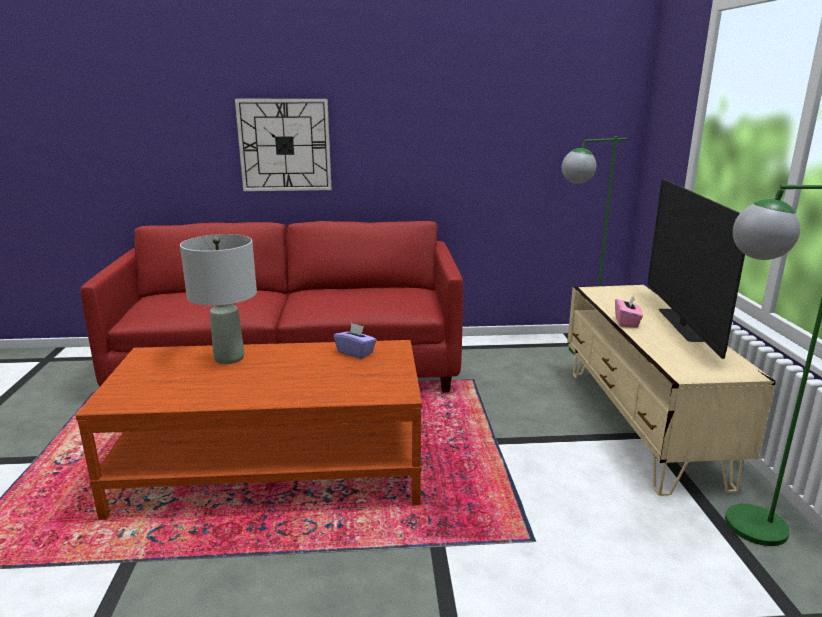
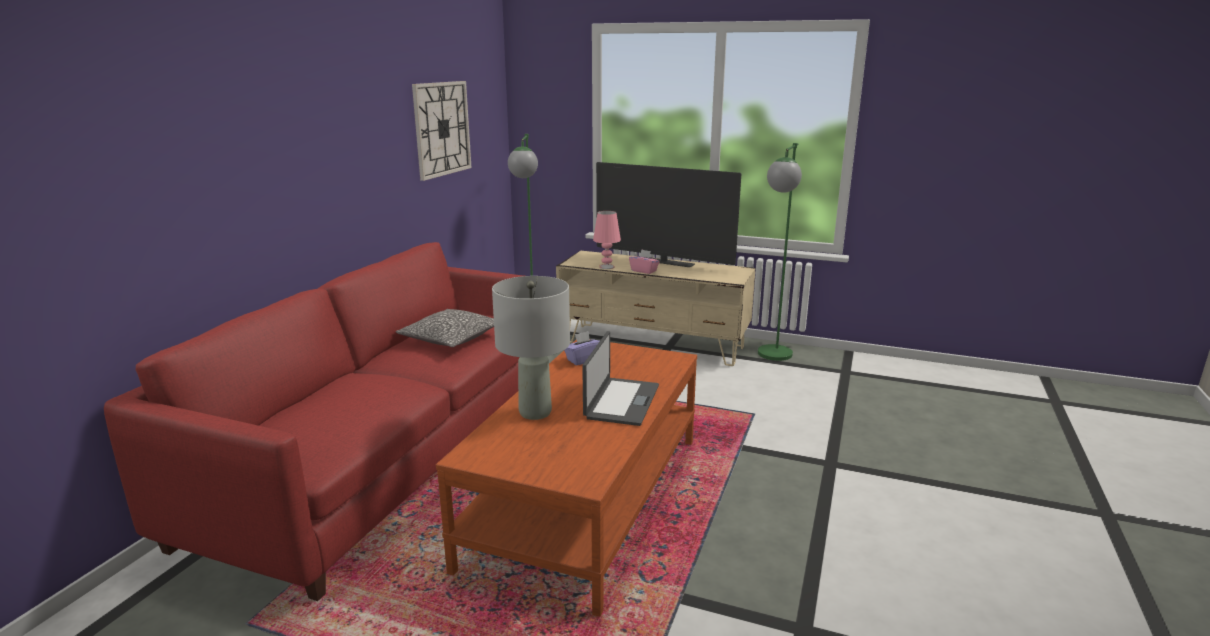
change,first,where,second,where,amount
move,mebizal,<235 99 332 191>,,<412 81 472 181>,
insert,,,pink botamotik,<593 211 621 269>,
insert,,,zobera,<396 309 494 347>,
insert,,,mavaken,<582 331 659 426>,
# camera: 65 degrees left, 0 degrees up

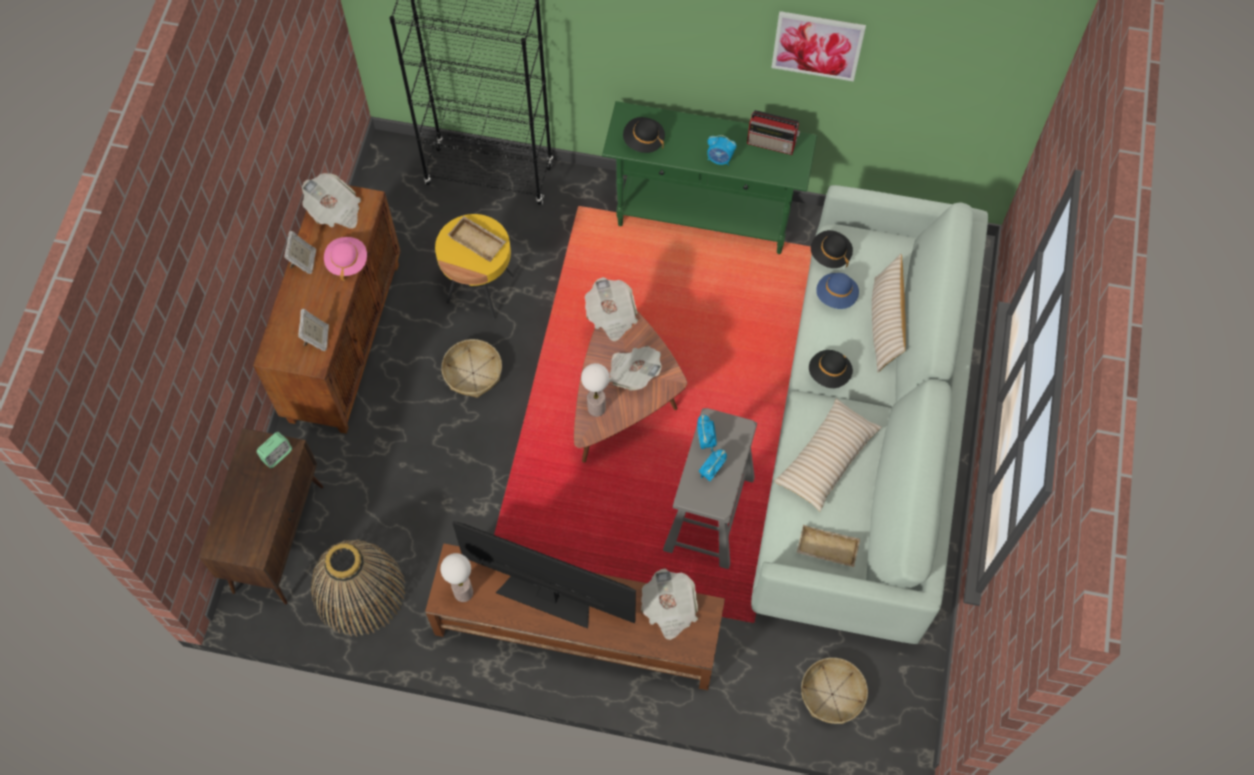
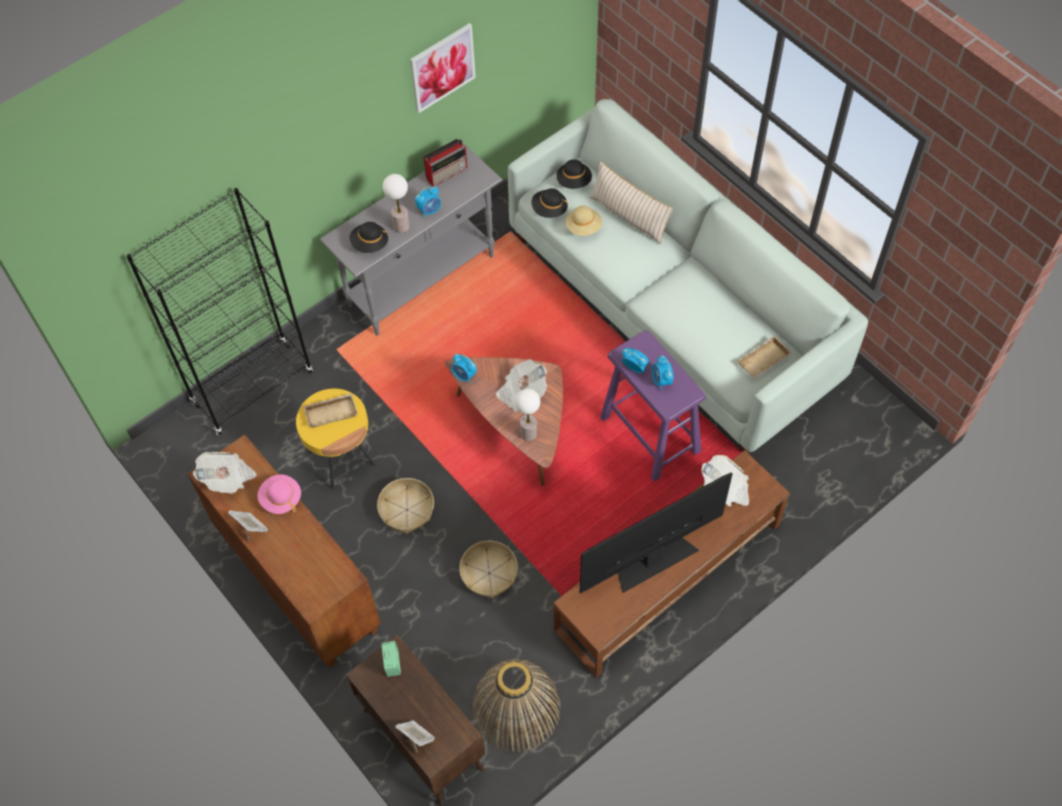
change,first,where,second,where,amount
recolor,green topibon,<602 101 817 254>,grey topibon,<320 145 502 336>,
recolor,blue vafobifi,<816 273 859 309>,beige vafobifi,<566 206 602 236>,
replace,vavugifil,<585 277 638 341>,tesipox,<452 354 477 383>,
move,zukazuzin,<298 309 329 351>,,<395 720 435 753>,
move,black vafobifi,<809 350 853 388>,,<556 159 592 189>,
delete,beige zobera,<774 399 882 511>,,,
recolor,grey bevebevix,<663 408 757 569>,purple bevebevix,<600 330 706 481>,
move,botamotik,<441 553 473 602>,,<383 174 410 233>,
move,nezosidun,<801 658 868 724>,,<459 541 518 598>,
# camera: 50 degrees left, 5 degrees down

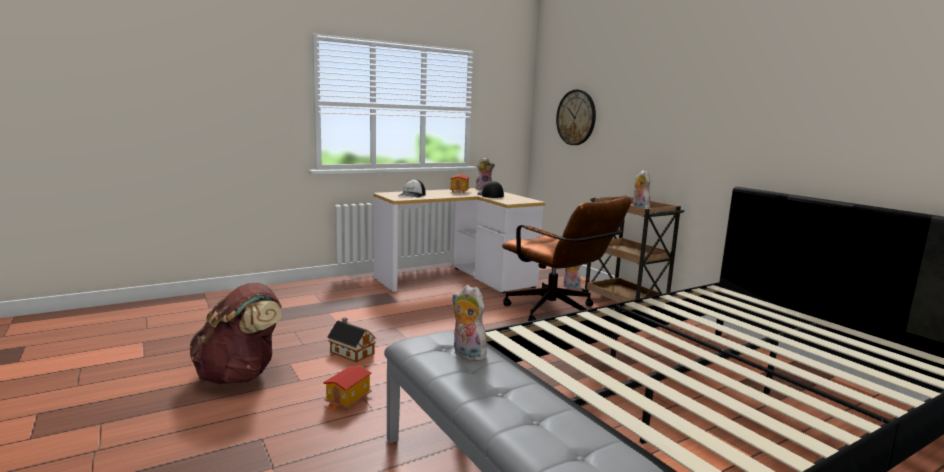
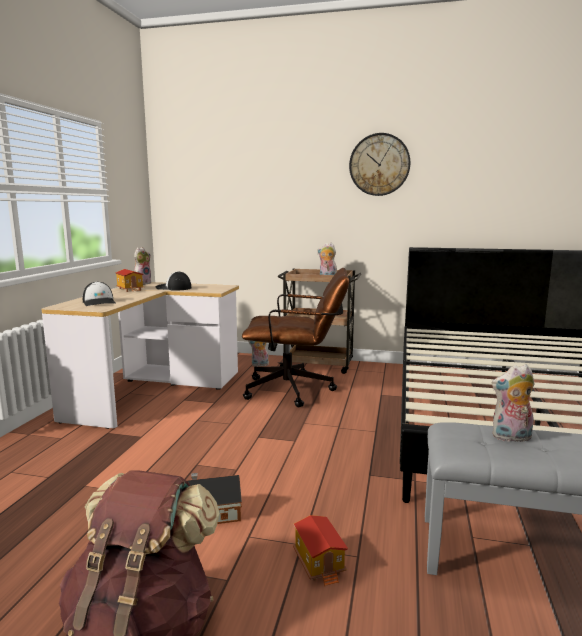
change,first,where,second,where,amount
move,mebizal,<556 90 596 145>,,<349 133 410 196>,
# camera: 45 degrees left, 0 degrees up

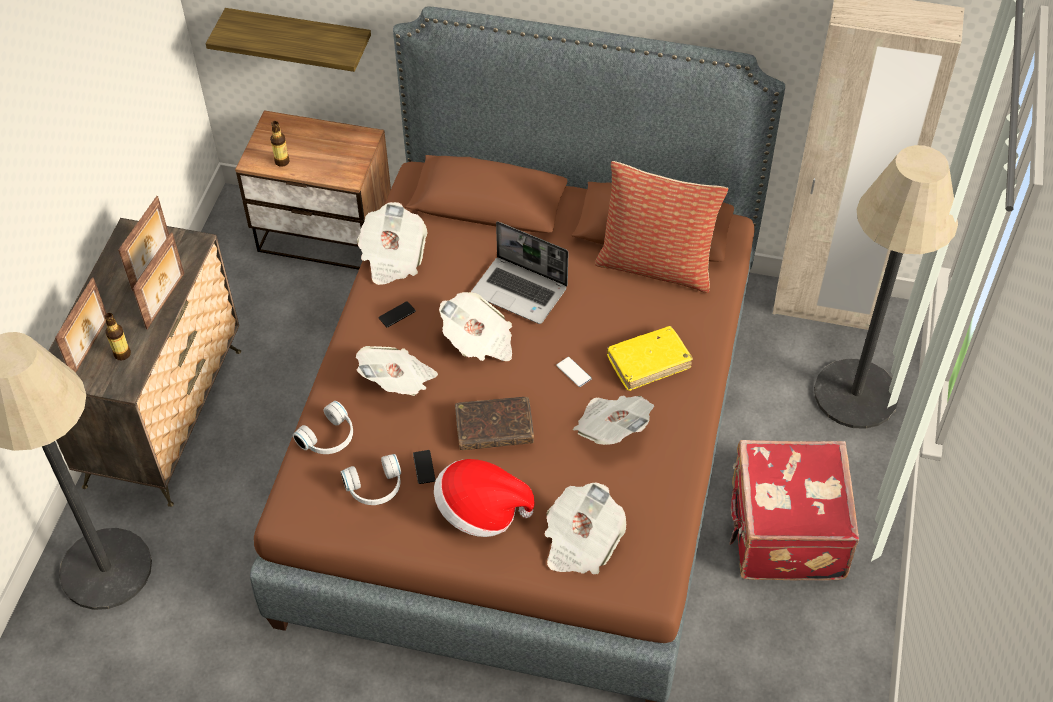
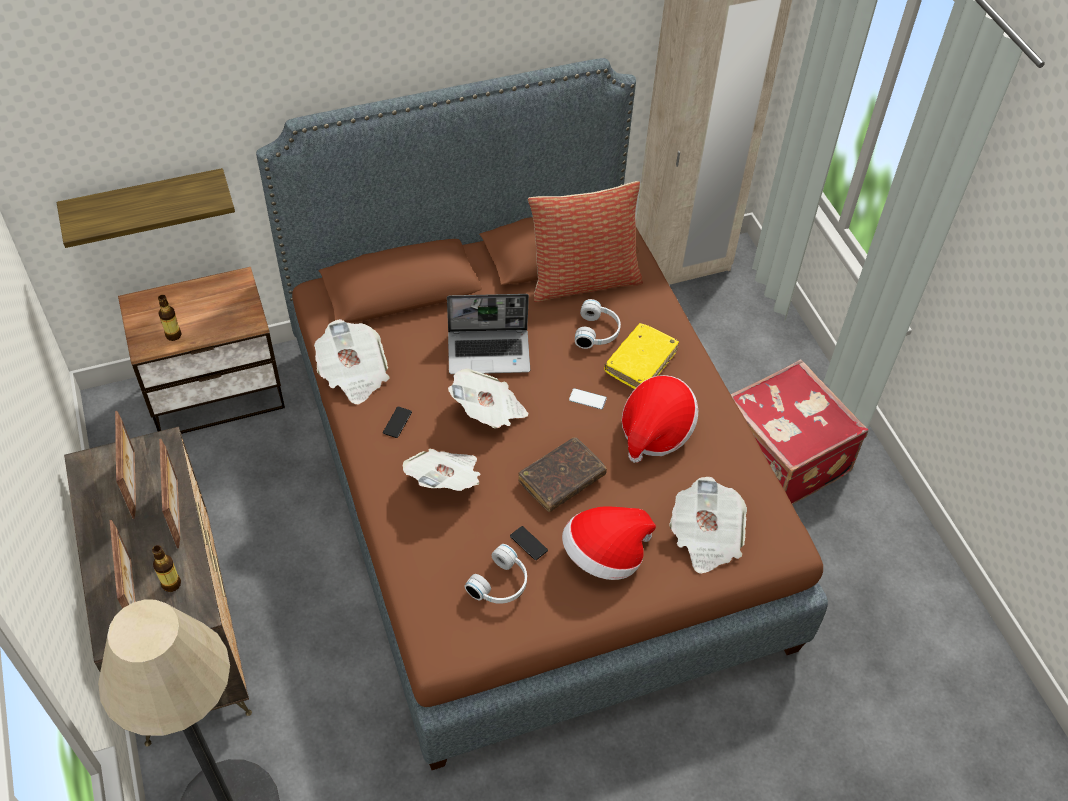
change,first,where,second,where,amount
delete,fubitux,<814 145 958 429>,,,
replace,vavugifil,<573 396 654 445>,vafobifi,<622 375 698 463>,
move,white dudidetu,<293 401 353 454>,,<575 299 621 349>,
# camera: 35 degrees left, 0 degrees up

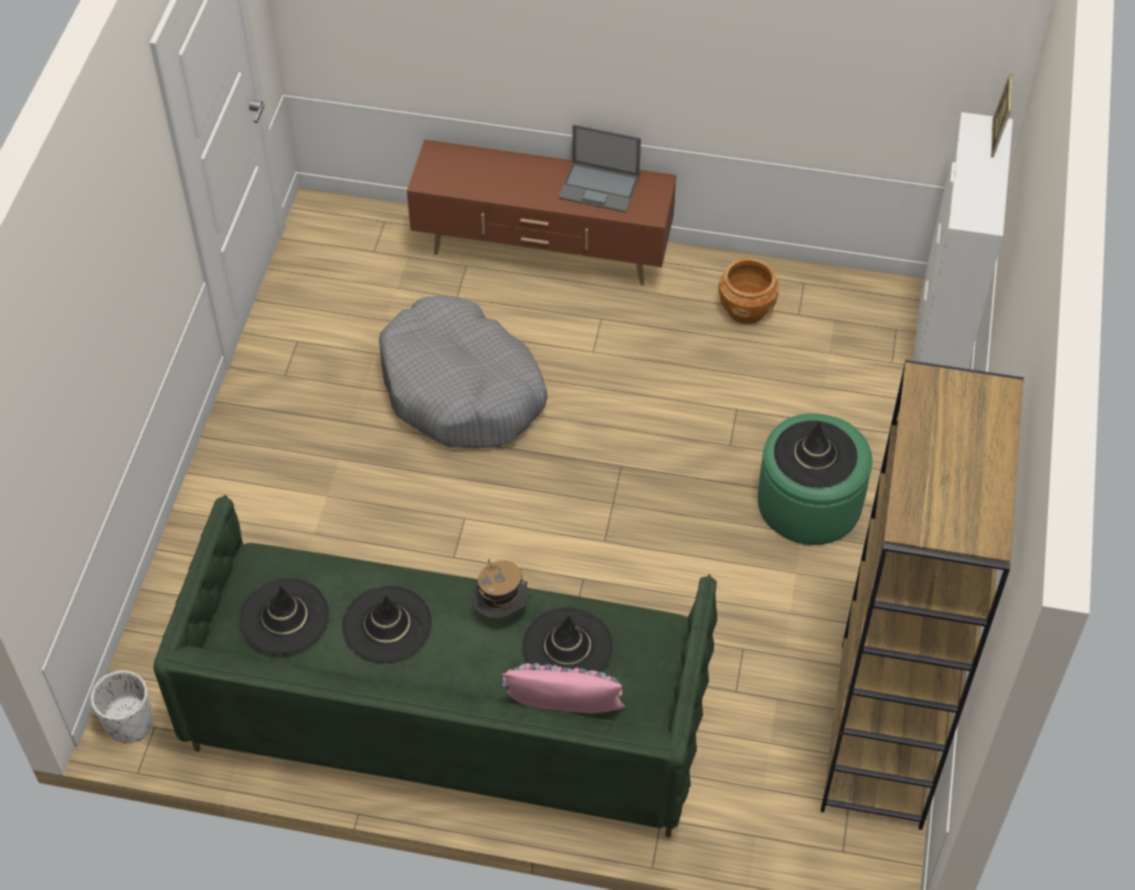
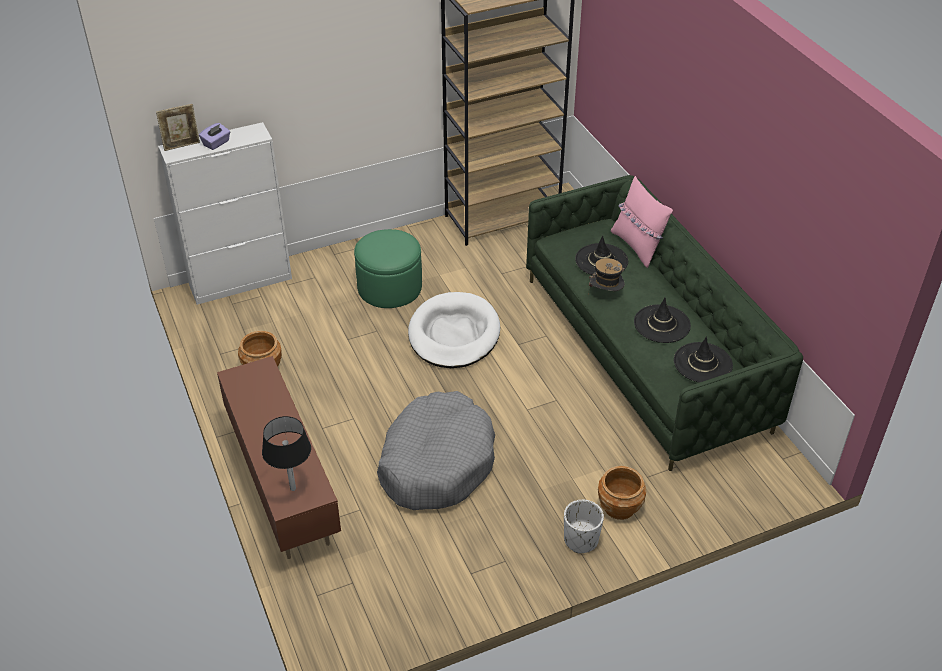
change,first,where,second,where,amount
delete,mavaken,<559 124 641 213>,,,
delete,black vafobifi,<774 420 857 488>,,,
move,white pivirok,<91 670 153 743>,,<564 500 604 553>,
insert,,,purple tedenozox,<199 123 230 150>,
insert,,,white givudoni,<408 292 500 368>,
insert,,,black botamotik,<262 416 311 491>,
insert,,,brown pivirok,<598 466 646 520>,
# camera: 125 degrees left, 10 degrees down

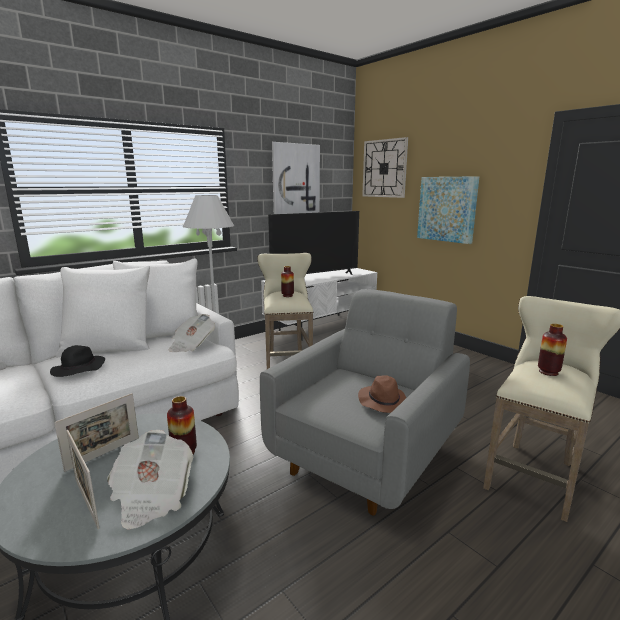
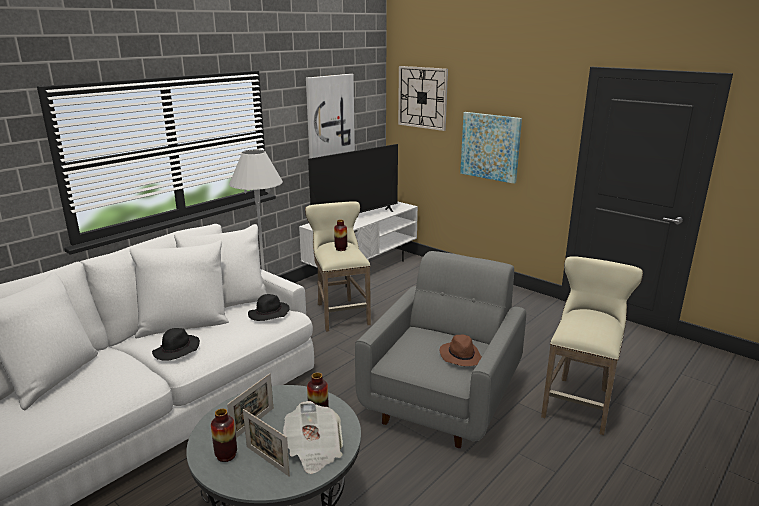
change,first,where,second,where,amount
replace,vavugifil,<168 314 215 352>,black vafobifi,<248 294 290 321>,
move,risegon,<538 324 567 376>,,<211 409 237 462>,
# camera: 10 degrees left, 5 degrees up

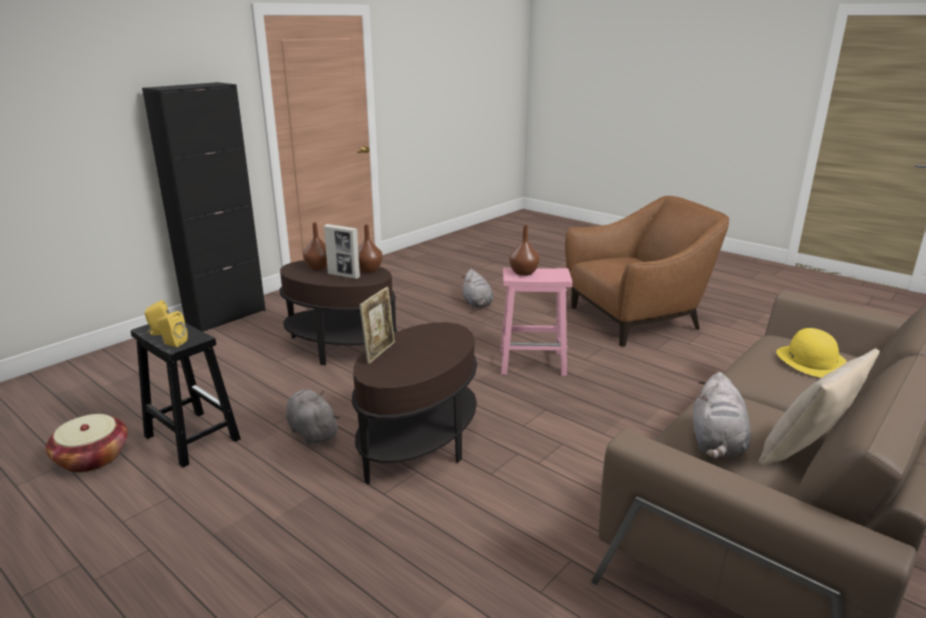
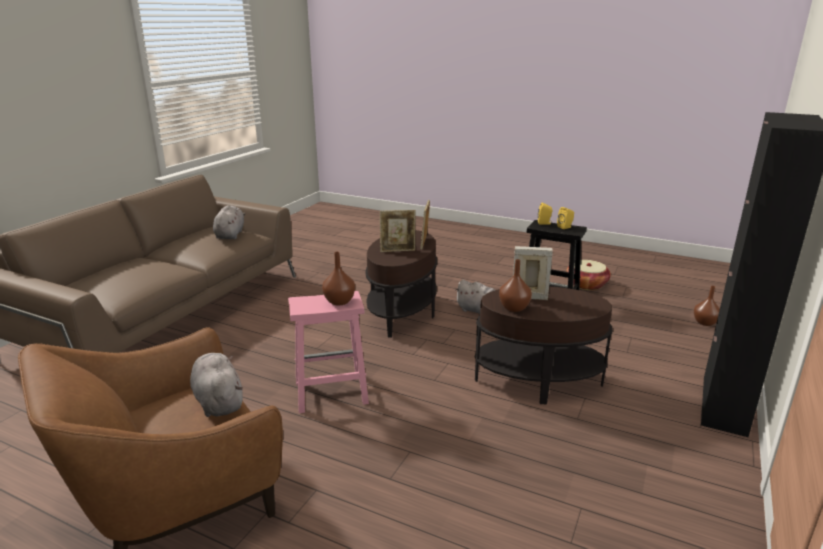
change,first,where,second,where,amount
move,brown risegon,<303 223 327 270>,,<694 286 720 326>,
move,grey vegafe,<462 269 493 308>,,<190 353 243 417>,
delete,yellow vafobifi,<776 328 847 378>,,,
delete,beige zobera,<758 349 880 466>,,,
insert,,,zukazuzin,<380 210 416 252>,
# camera: 165 degrees right, 0 degrees up

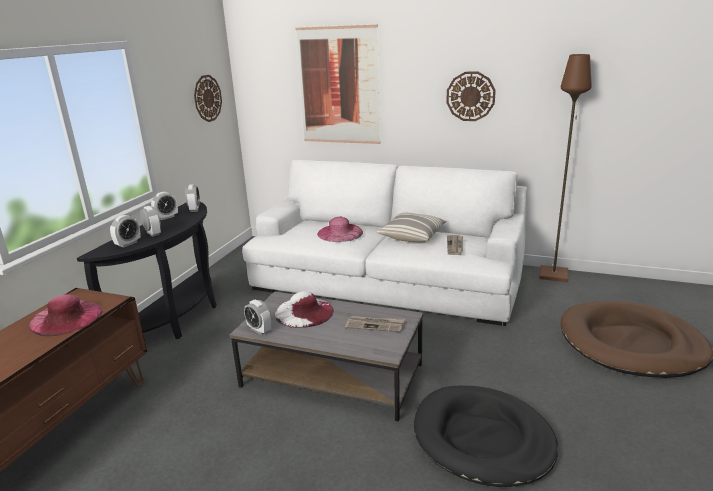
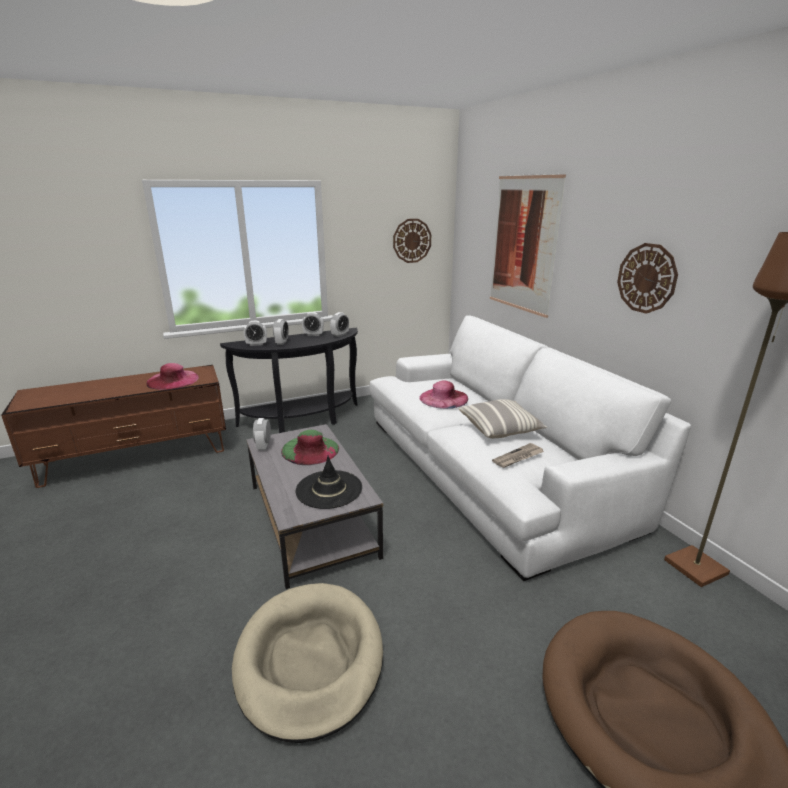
change,first,where,second,where,amount
recolor,white vafobifi,<275 291 334 328>,green vafobifi,<281 430 339 465>,
replace,vavugifil,<345 316 405 332>,black vafobifi,<296 456 362 509>,
recolor,black givudoni,<414 386 558 487>,beige givudoni,<232 583 383 743>,
# camera: 45 degrees right, 0 degrees up

